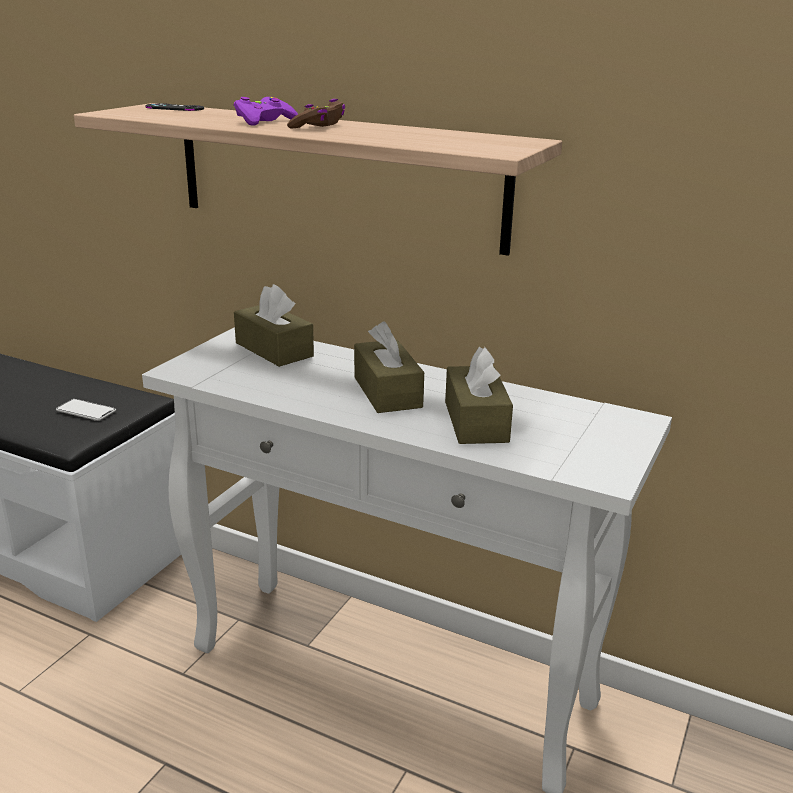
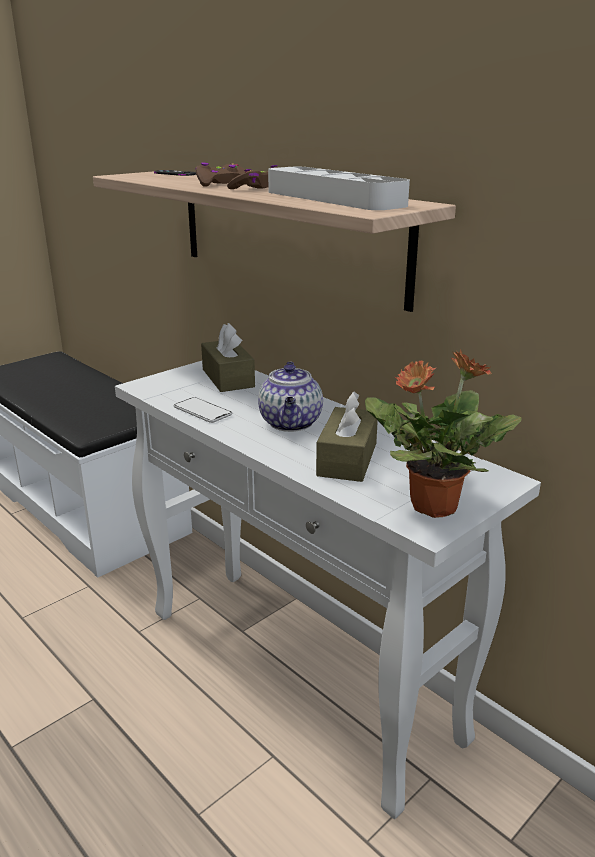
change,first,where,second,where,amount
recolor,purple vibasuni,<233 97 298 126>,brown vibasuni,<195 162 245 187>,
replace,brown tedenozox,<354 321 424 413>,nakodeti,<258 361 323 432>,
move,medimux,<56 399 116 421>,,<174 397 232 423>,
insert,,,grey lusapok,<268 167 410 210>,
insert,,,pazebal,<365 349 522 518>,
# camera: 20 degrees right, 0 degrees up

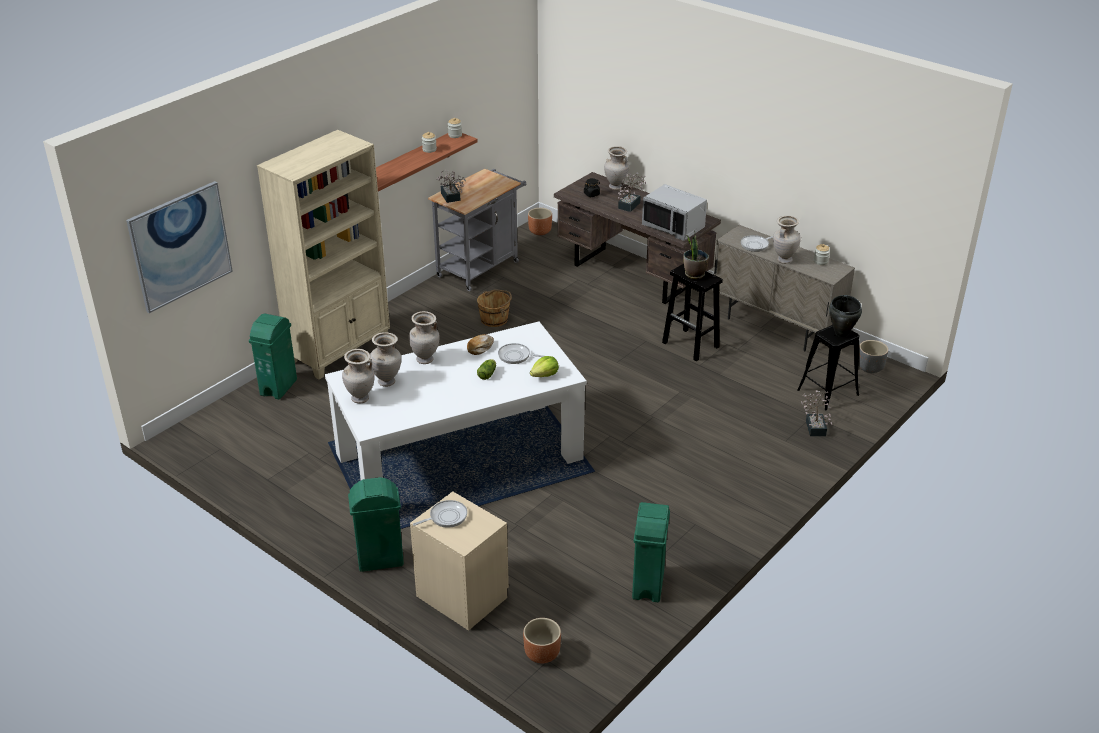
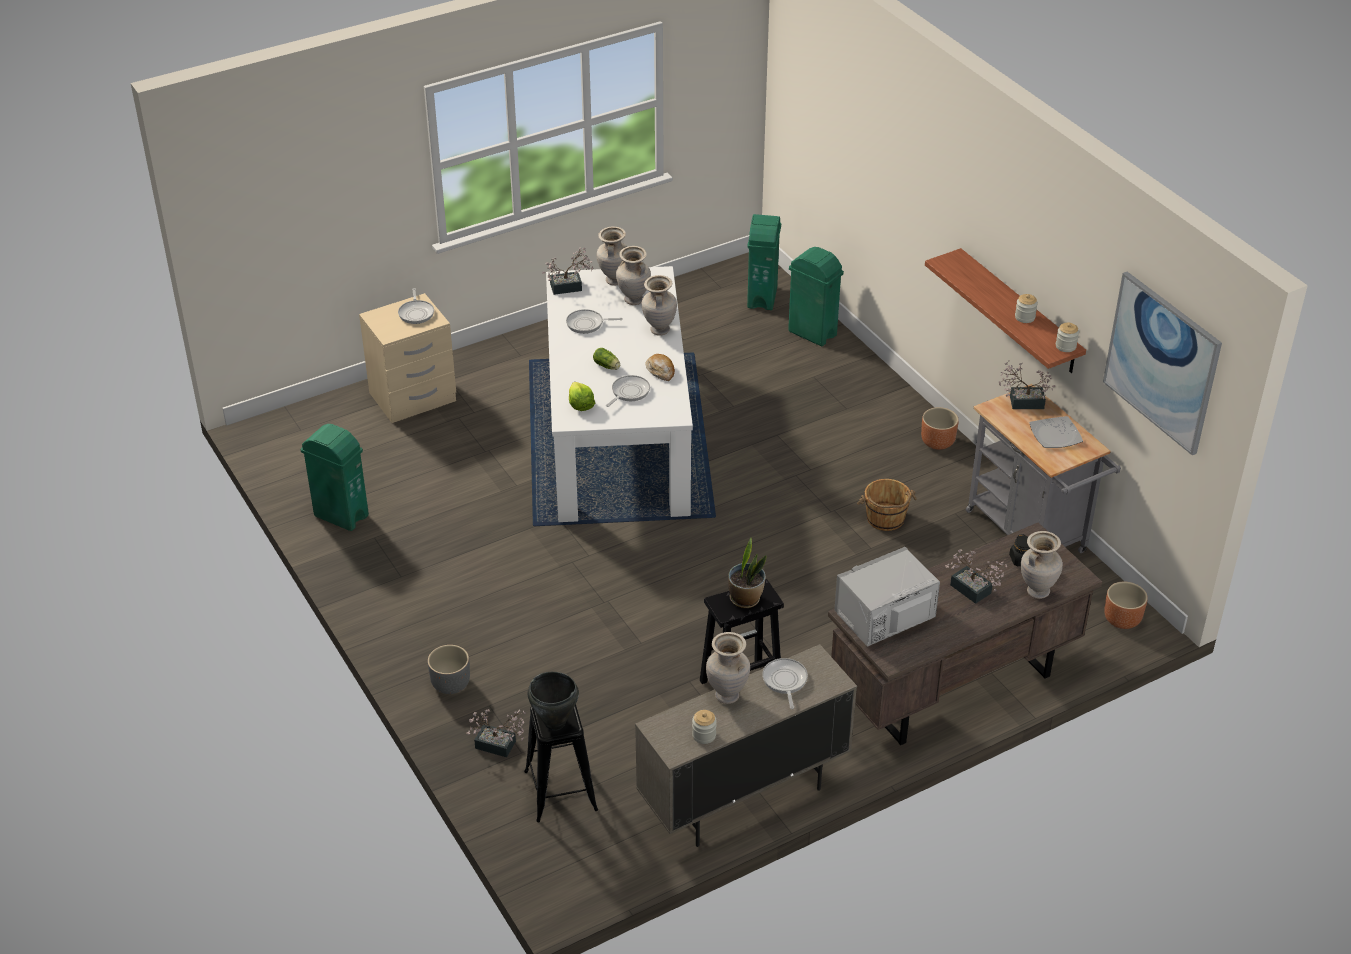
change,first,where,second,where,amount
delete,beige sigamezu,<257 130 390 380>,,,
move,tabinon,<126 181 233 313>,,<1103 272 1222 455>,
move,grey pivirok,<859 340 888 373>,,<428 645 470 694>,
move,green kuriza,<348 477 404 572>,,<747 214 781 310>,
move,brown pivirok,<523 618 561 663>,,<921 407 959 450>,
insert,,,pazebal,<542 248 593 295>,
insert,,,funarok,<566 309 623 334>,
insert,,,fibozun,<1029 416 1083 448>,
# camera: 110 degrees right, 5 degrees up

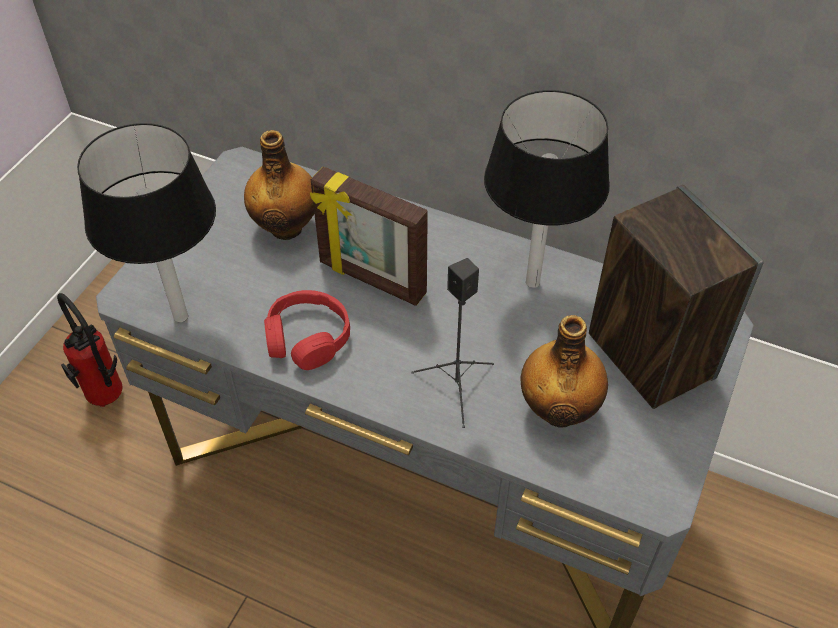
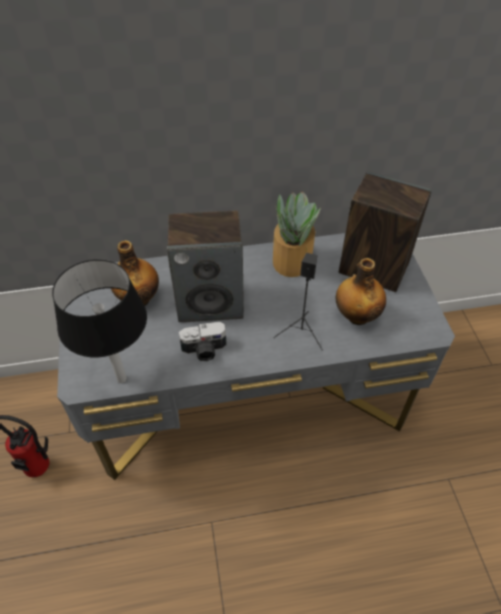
change,first,where,second,where,amount
replace,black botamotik,<484 90 610 288>,pazebal,<273 192 321 277>,
replace,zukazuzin,<310 166 428 306>,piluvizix,<167 211 244 322>,
replace,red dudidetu,<264 290 350 370>,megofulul,<179 321 227 361>,
# camera: 35 degrees left, 0 degrees up

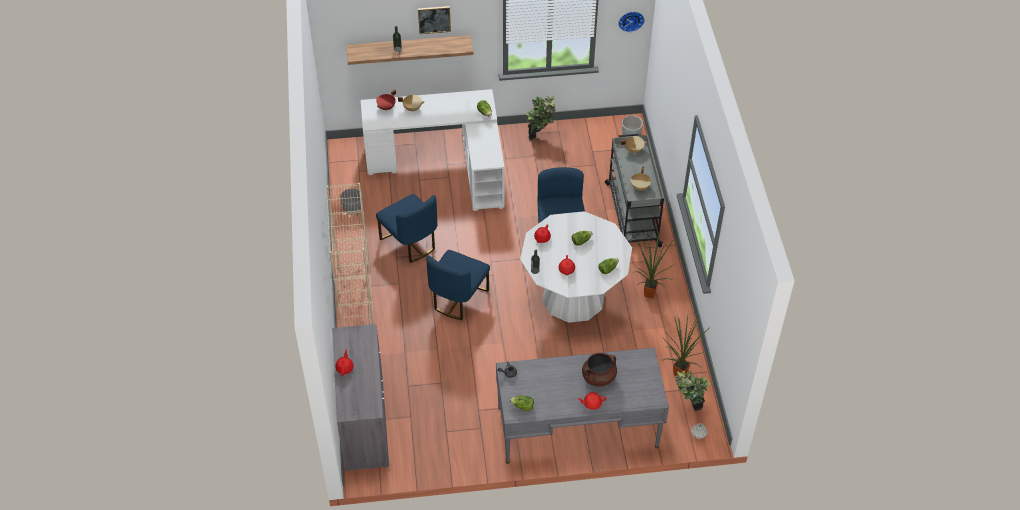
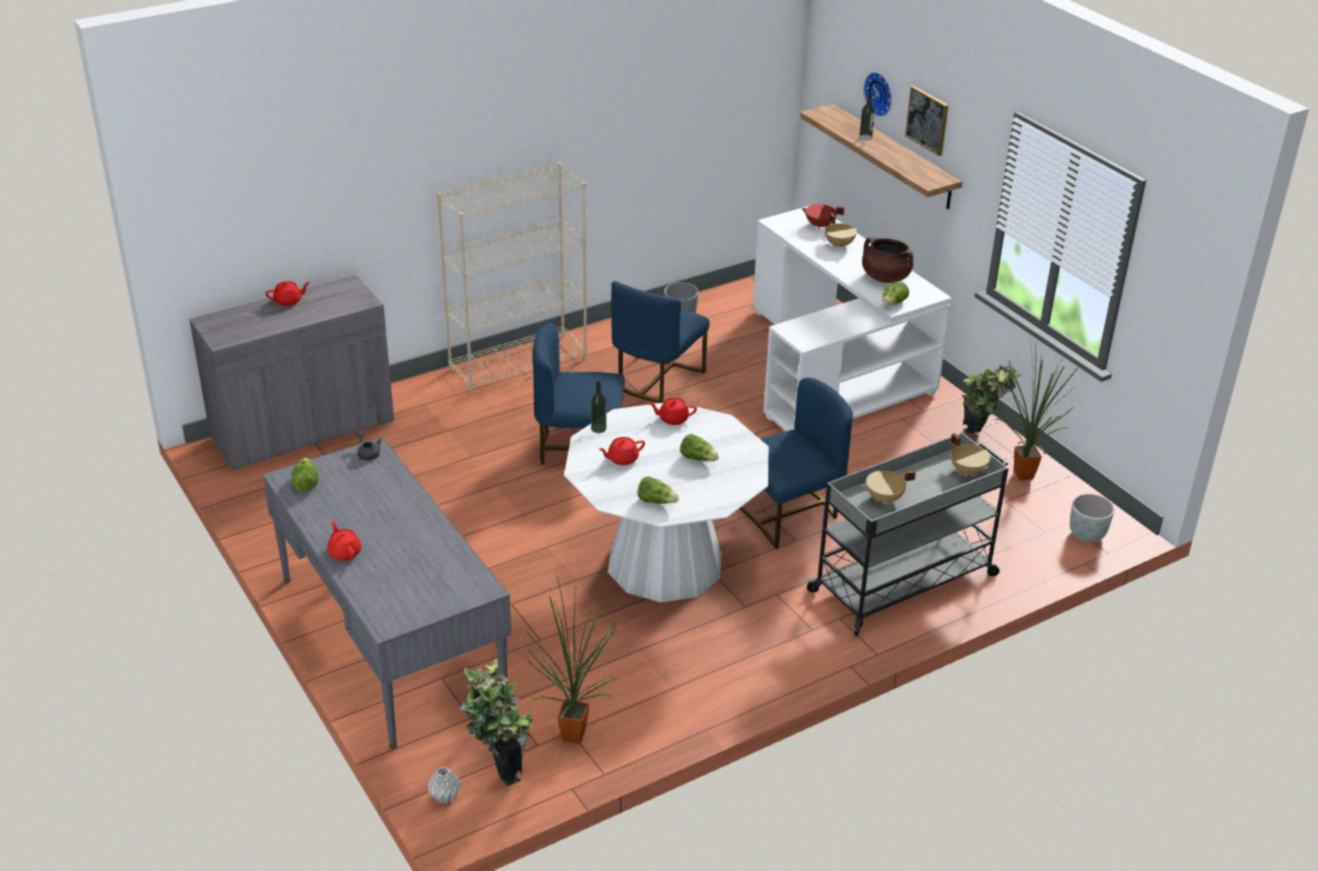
change,first,where,second,where,amount
move,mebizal,<618 12 645 32>,,<864 72 892 117>,
move,pazebal,<634 233 676 299>,,<995 337 1078 481>,
move,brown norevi,<582 352 617 387>,,<862 237 914 283>,
# camera: 65 degrees right, 15 degrees down

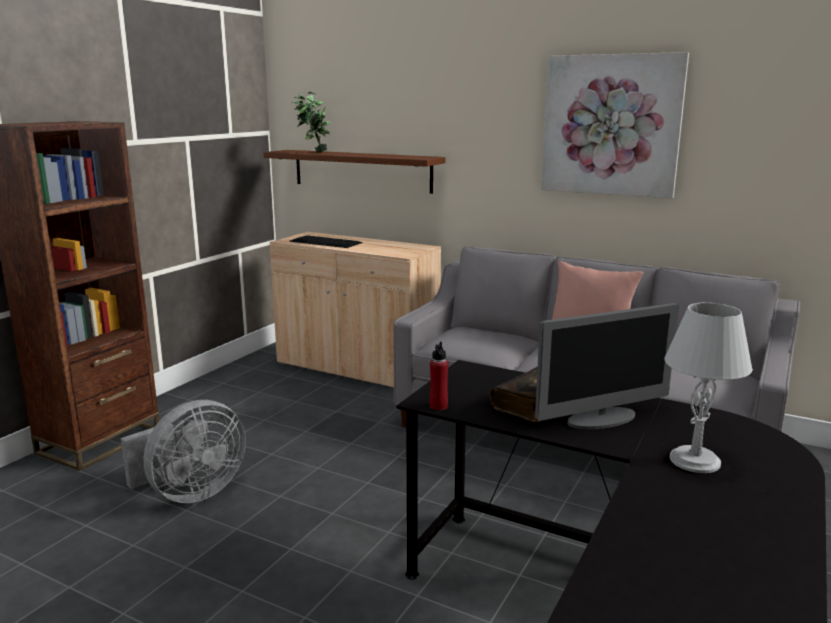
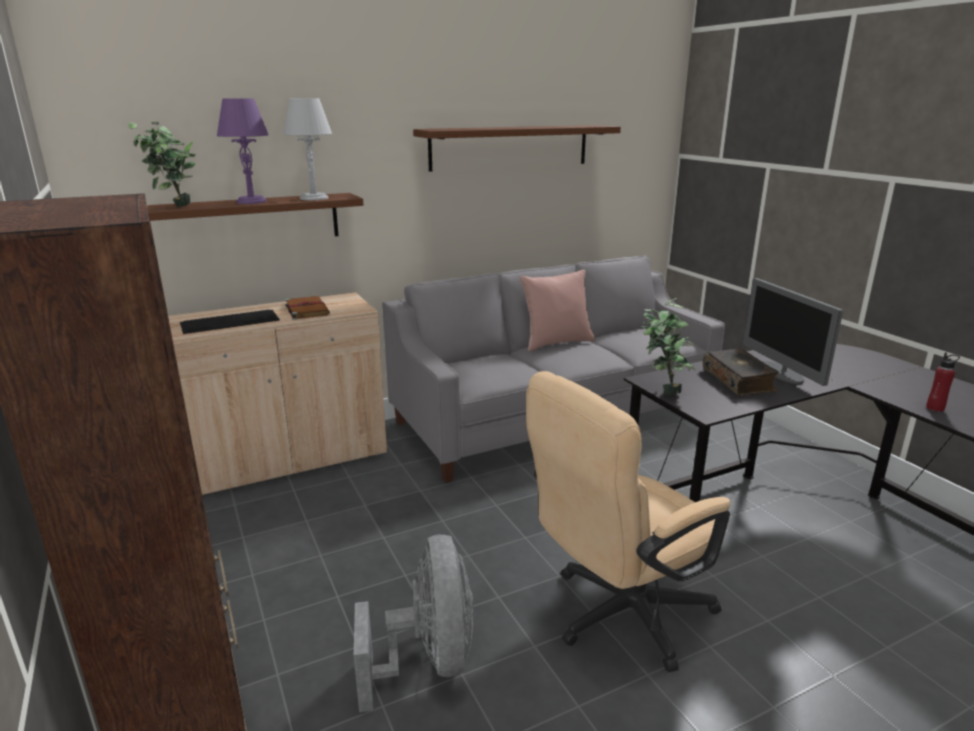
change,first,where,second,where,amount
replace,tabinon,<541 52 689 198>,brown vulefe,<413 125 621 172>,
rotate,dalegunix,<535 303 679 430>,,<743 278 843 386>,150 degrees clockwise
move,grey botamotik,<664 303 753 473>,,<283 98 332 200>,
move,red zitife,<429 342 448 410>,,<926 352 960 412>,
insert,,,purple botamotik,<217 98 269 204>,
insert,,,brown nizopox,<285 296 330 320>,
insert,,,pazebal,<642 298 696 395>,
insert,,,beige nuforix,<526 371 730 672>,
# camera: 55 degrees left, 5 degrees up

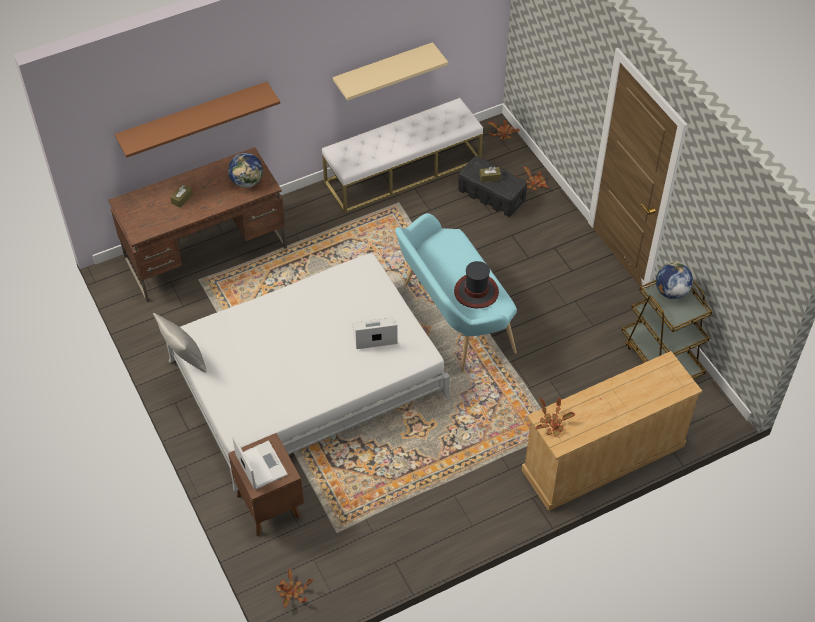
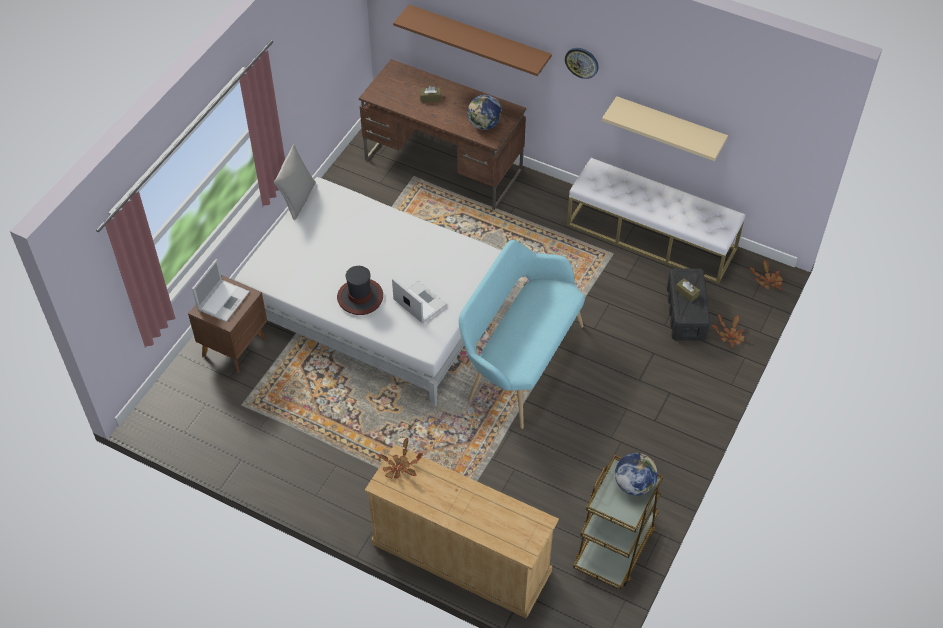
change,first,where,second,where,amount
move,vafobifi,<454 261 499 308>,,<337 266 383 315>,
delete,pazebal,<276 569 313 608>,,,
insert,,,mebizal,<565 48 598 79>,
# camera: 55 degrees right, 0 degrees up

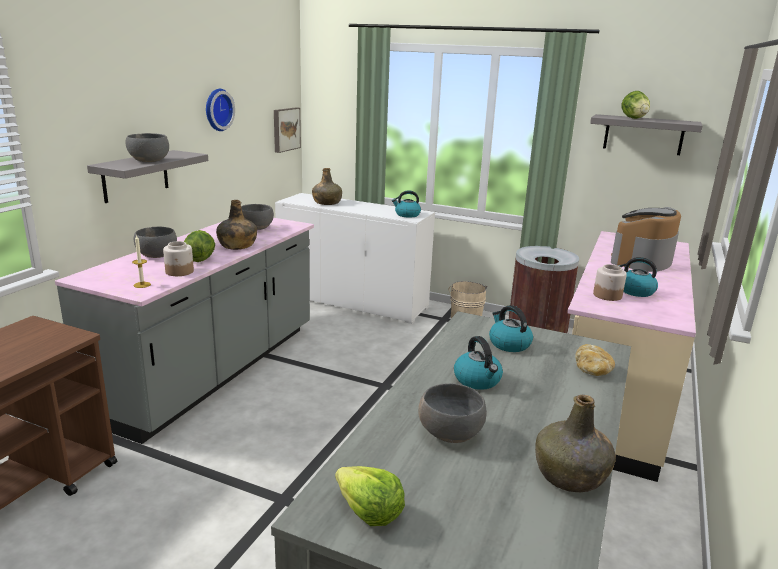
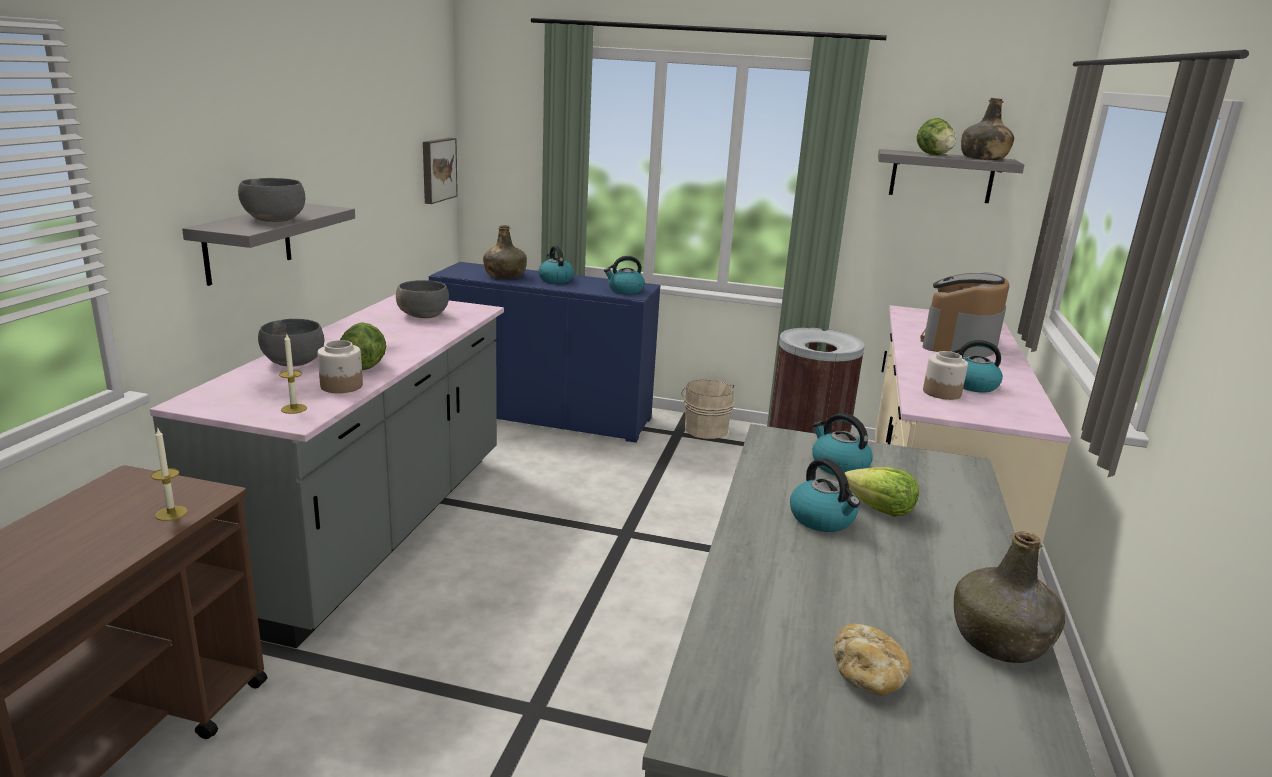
change,first,where,second,where,amount
delete,mebizal,<206 89 235 131>,,,
recolor,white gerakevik,<275 193 435 324>,blue gerakevik,<429 262 660 443>,
move,green zitife,<216 200 257 250>,,<961 98 1014 160>,
move,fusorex,<575 344 615 376>,,<833 624 911 695>,
delete,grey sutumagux,<418 383 487 443>,,,
move,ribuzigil,<335 466 405 526>,,<845 467 919 517>,
insert,,,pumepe,<538 246 574 283>,
insert,,,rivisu,<151 429 188 521>,
# camera: 10 degrees left, 0 degrees up

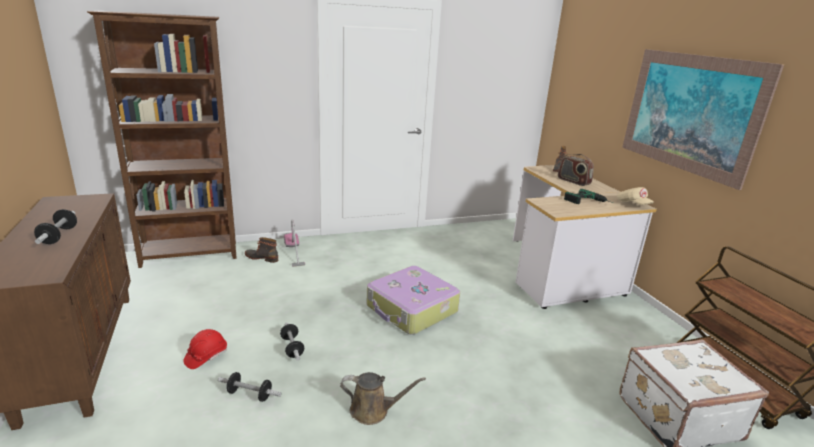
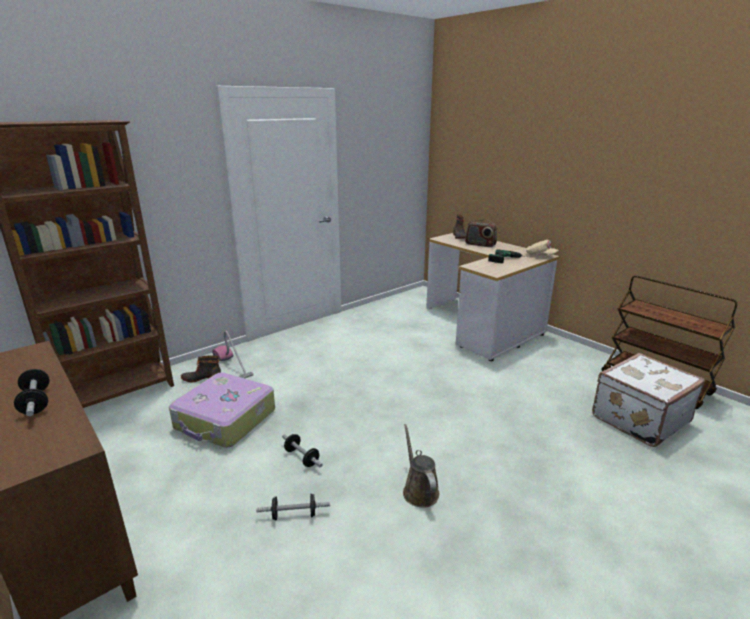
change,first,where,second,where,amount
delete,tabinon,<622 49 784 190>,,,
move,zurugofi,<366 266 460 335>,,<169 372 275 448>,
delete,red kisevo,<183 329 227 369>,,,
rotate,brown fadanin,<340 372 426 425>,,<403 424 440 508>,90 degrees counterclockwise
# camera: 20 degrees left, 0 degrees up

